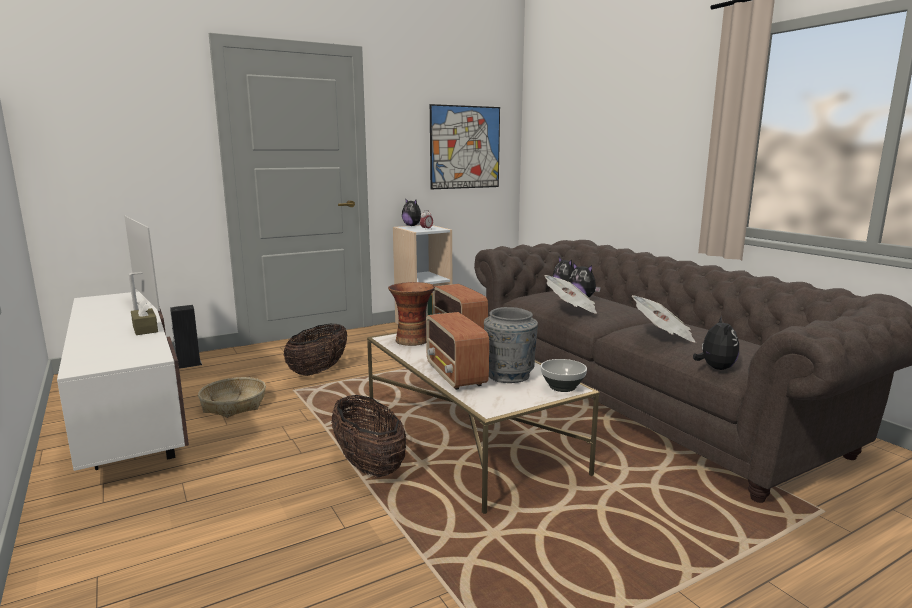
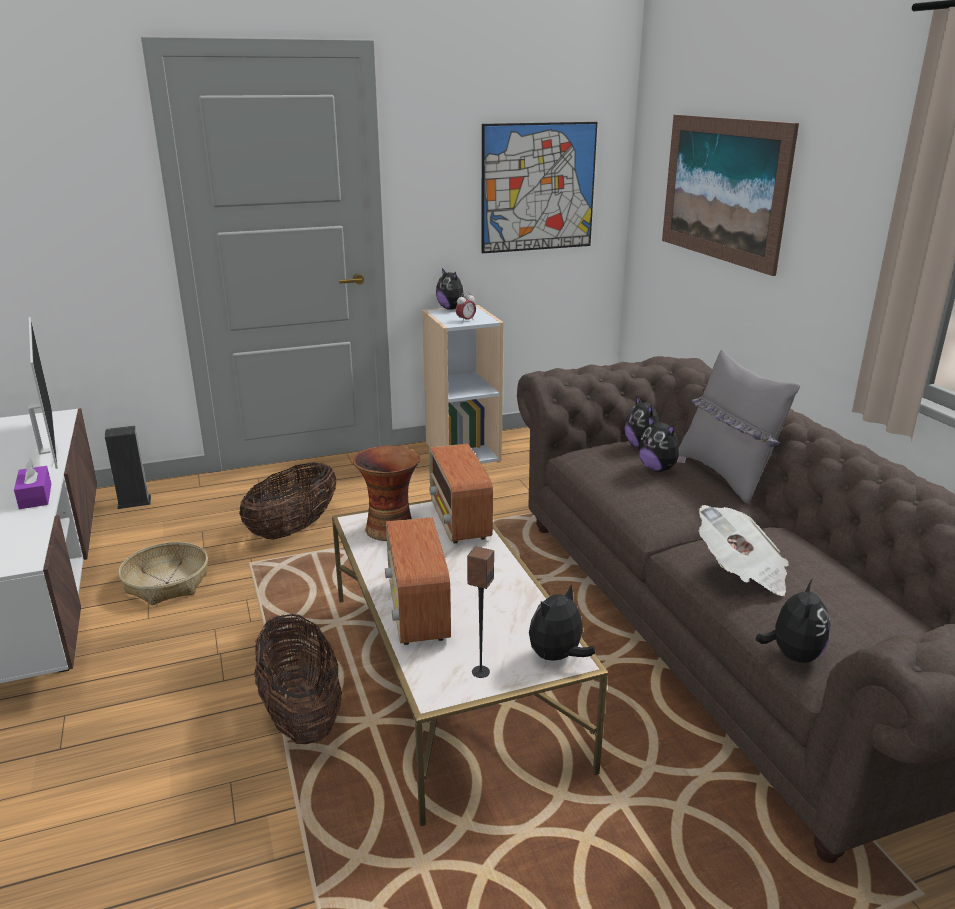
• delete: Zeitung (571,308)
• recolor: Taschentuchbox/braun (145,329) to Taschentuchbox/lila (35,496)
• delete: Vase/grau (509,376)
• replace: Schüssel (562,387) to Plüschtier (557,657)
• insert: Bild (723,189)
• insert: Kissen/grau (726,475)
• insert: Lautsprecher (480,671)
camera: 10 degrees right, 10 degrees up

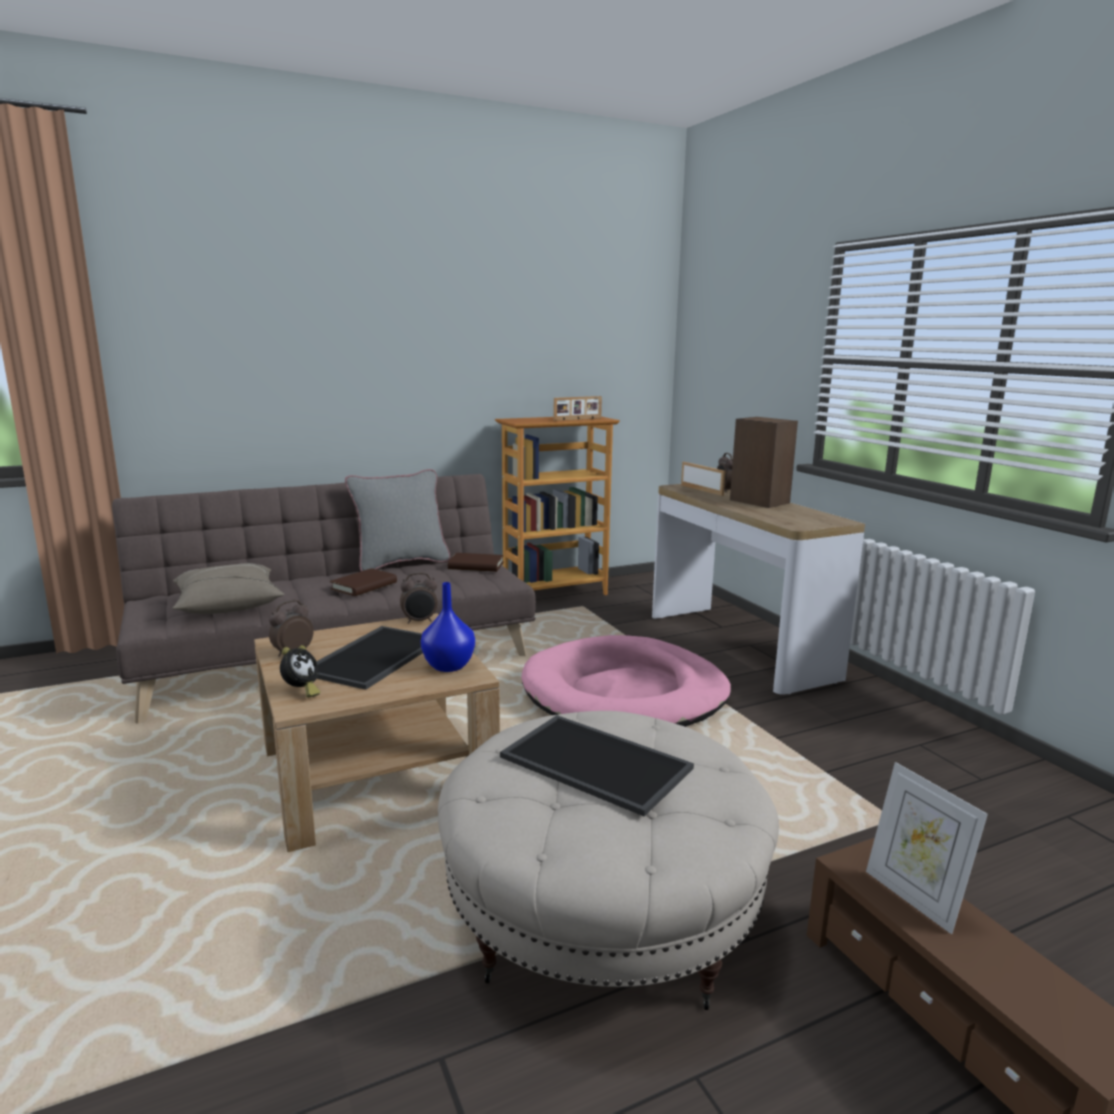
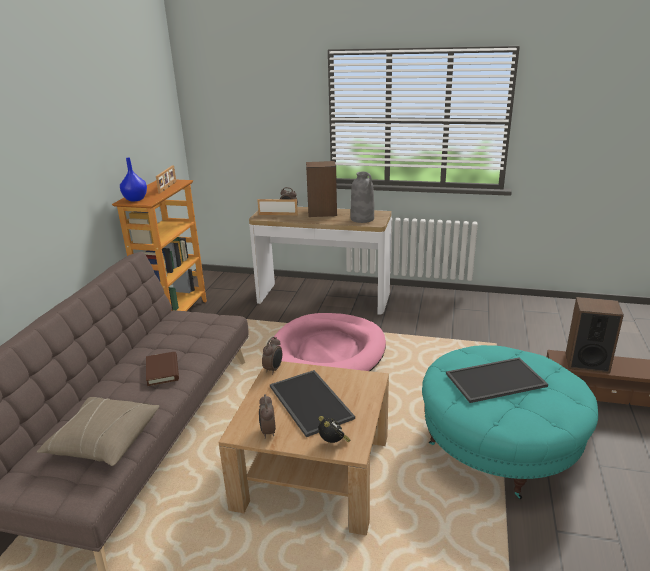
• delete: Kissen/grau (401,563)
• delete: Buch/braun (476,566)
• move: Vase/blau (450,666) to (136,199)
• recolor: Polsterhocker/beige (602,914) to Polsterhocker/türkis (499,445)
• replace: Bilderrahmen (913,898) to Lautsprecher (586,362)
• insert: Vase/grau (362,219)
camera: 50 degrees left, 10 degrees up

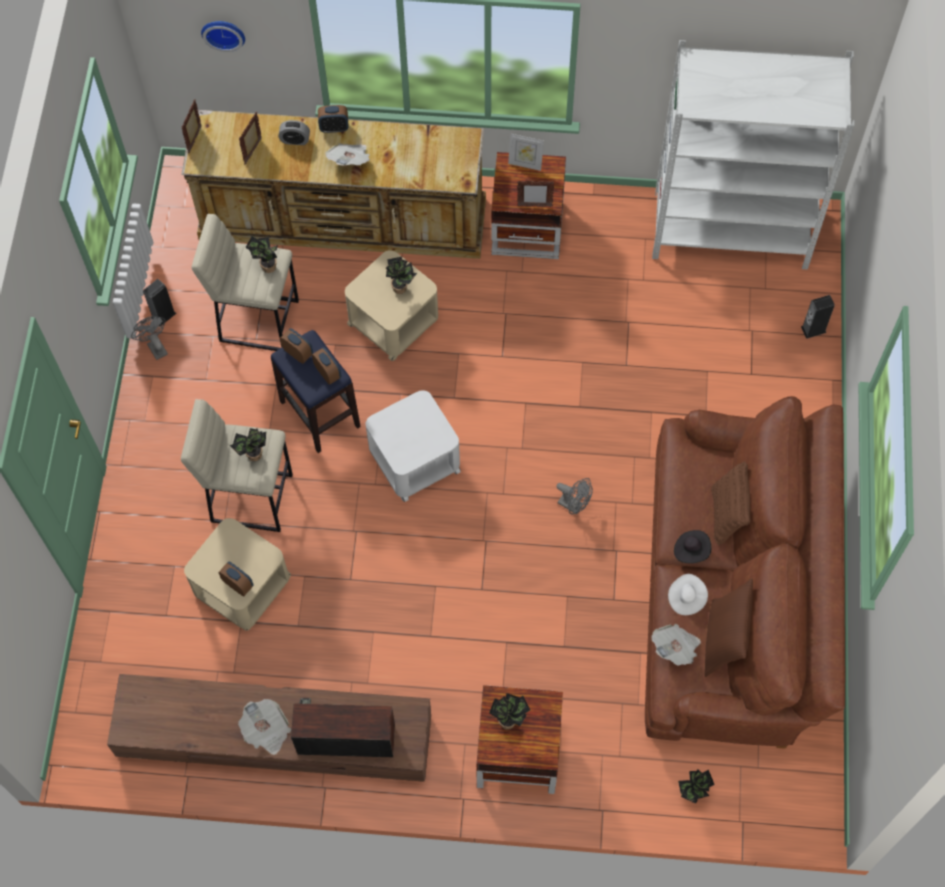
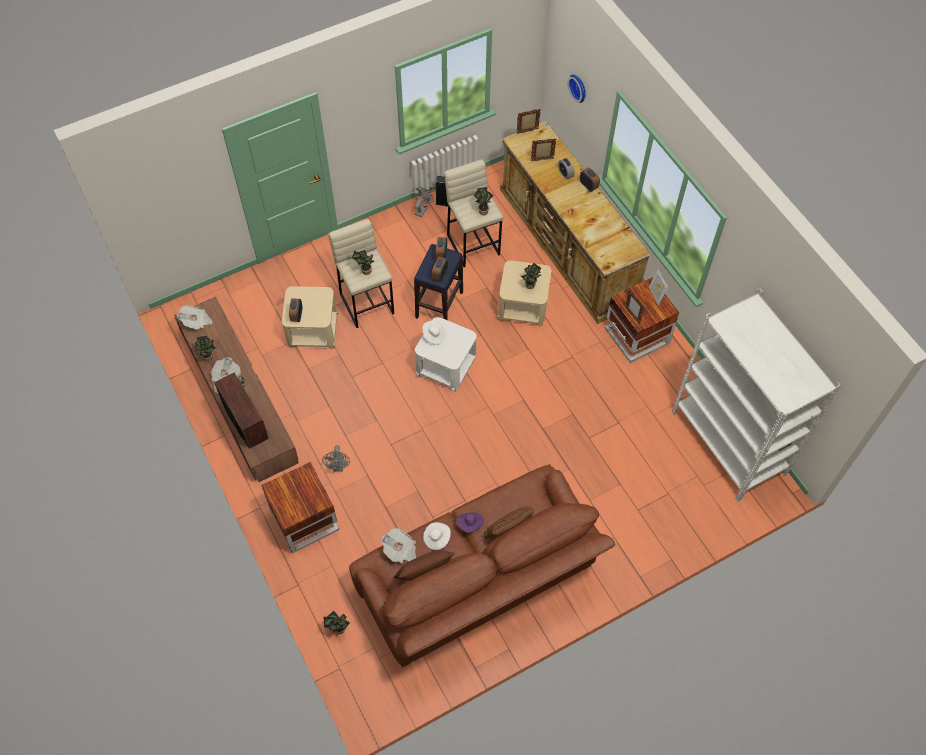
• move: Zeitung (350,161) to (196,322)
• delete: Lautsprecher (813,329)
• move: Ventilator/grau (574,505) to (338,467)
• recolor: Hut/schwarz (691,550) to Hut/lila (470,524)
• move: Topfpflanze (509,720) to (209,358)
• insert: Hut/weiß (434,336)
camera: 55 degrees right, 5 degrees down

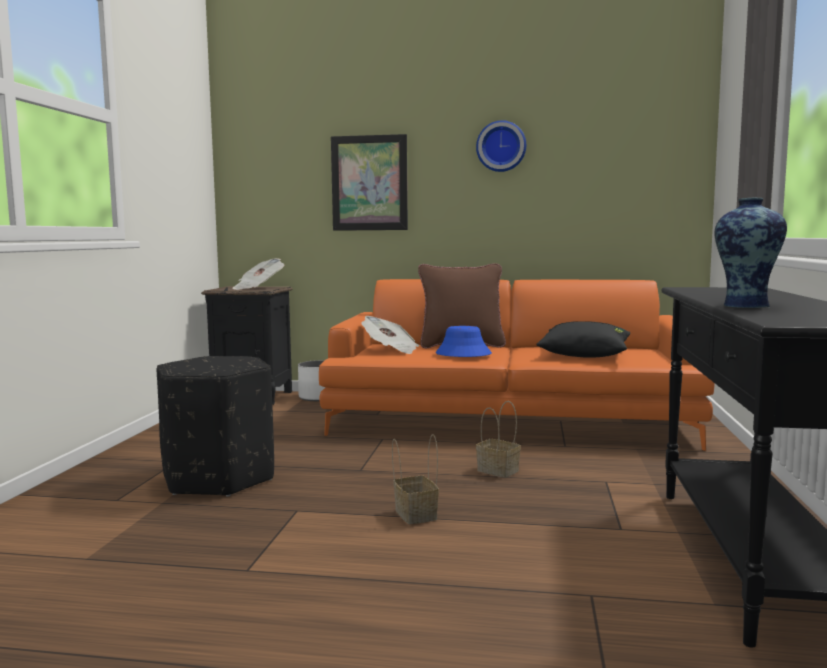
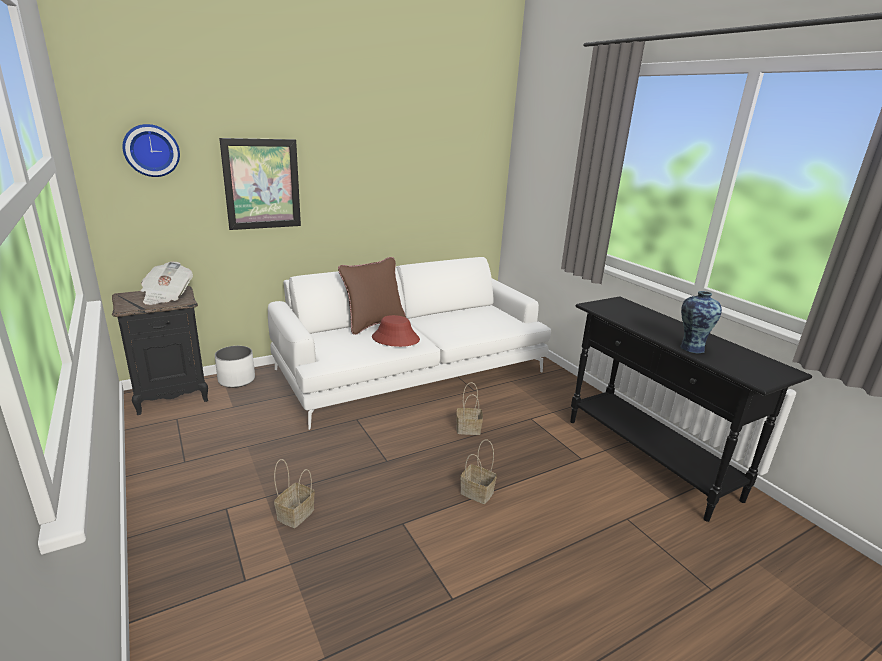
• move: Wanduhr (501,146) to (151,150)
• recolor: Sofa/orange (509,418) to Sofa/weiß (410,369)
• delete: Zeitung (391,350)
• delete: Kissen/schwarz (584,355)
• recolor: Hut/blau (463,354) to Hut/rot (395,339)
• replace: Polsterhocker/schwarz (219,478) to Korb (296,513)
camera: 40 degrees left, 15 degrees up

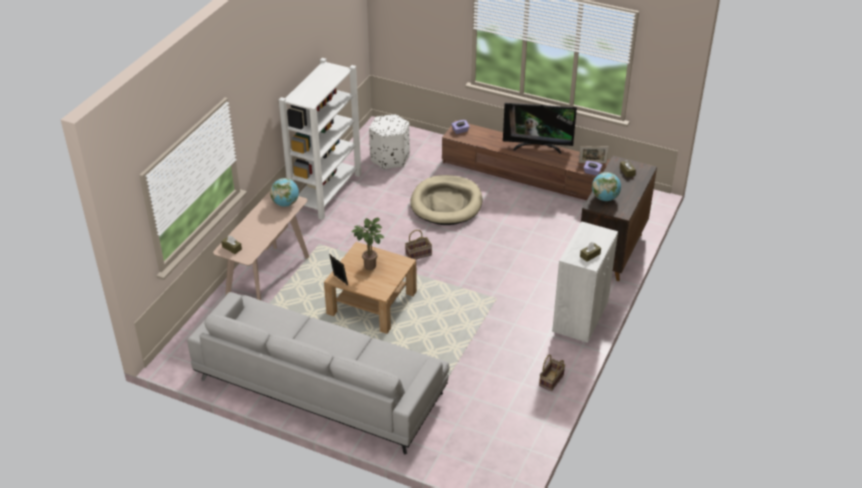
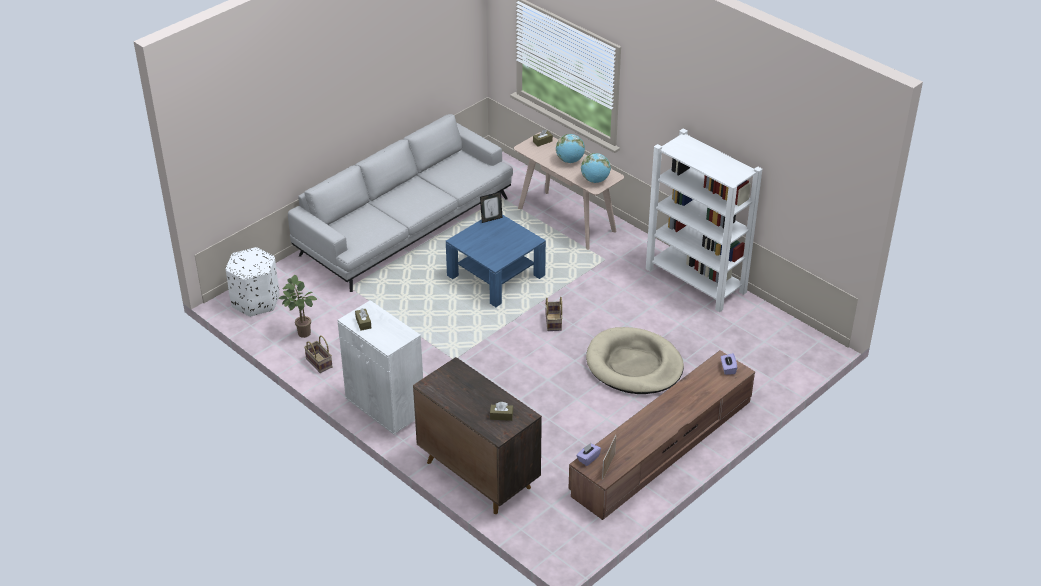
• delete: Fernseher (537,147)
• move: Polsterhocker/weiß (389,158) to (256,301)
• move: Globus (605,198) to (570,160)
• move: Topfpflanze (370,267) to (302,333)
• recolor: Couchtisch/braun (372,303) to Couchtisch/blau (496,275)
camera: 110 degrees right, 0 degrees up

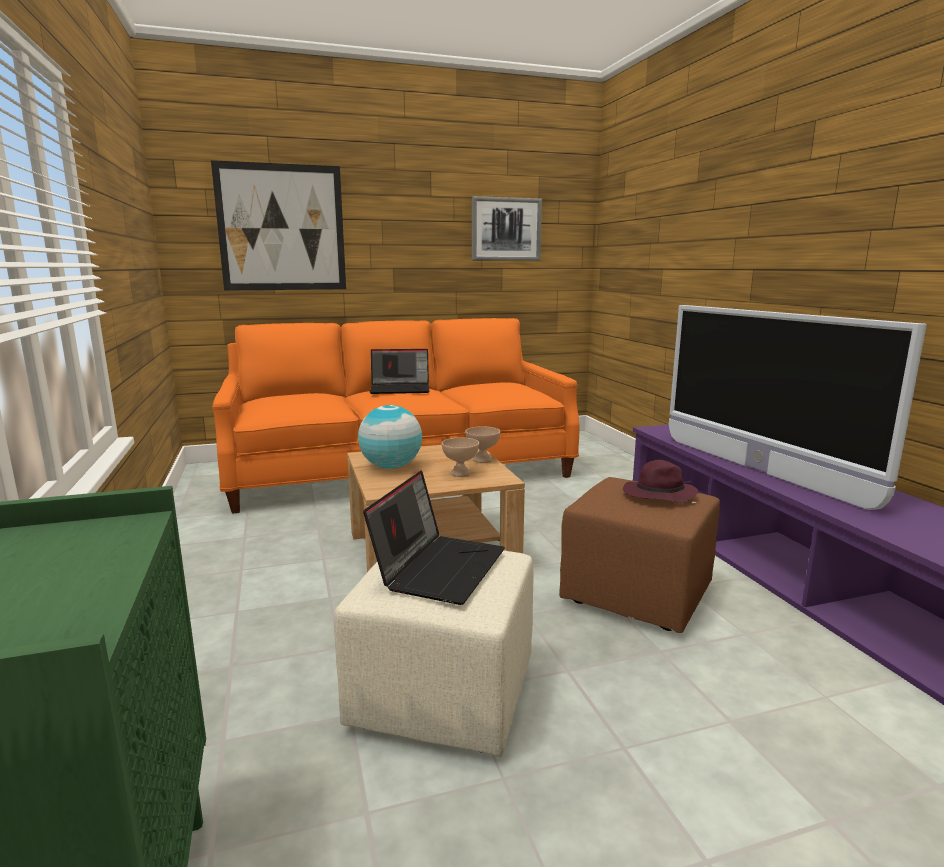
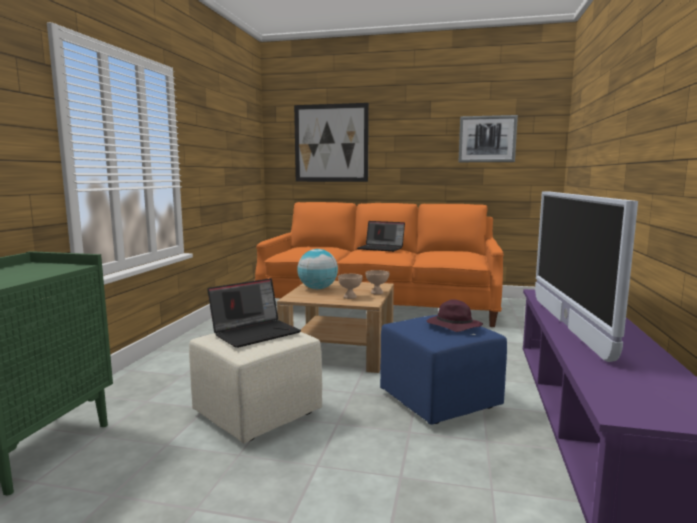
• recolor: Polsterhocker/braun (638,595) to Polsterhocker/blau (440,401)
camera: 30 degrees right, 5 degrees down

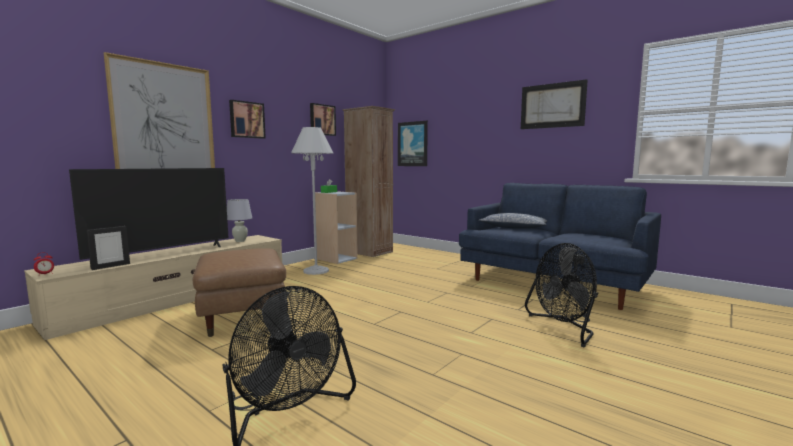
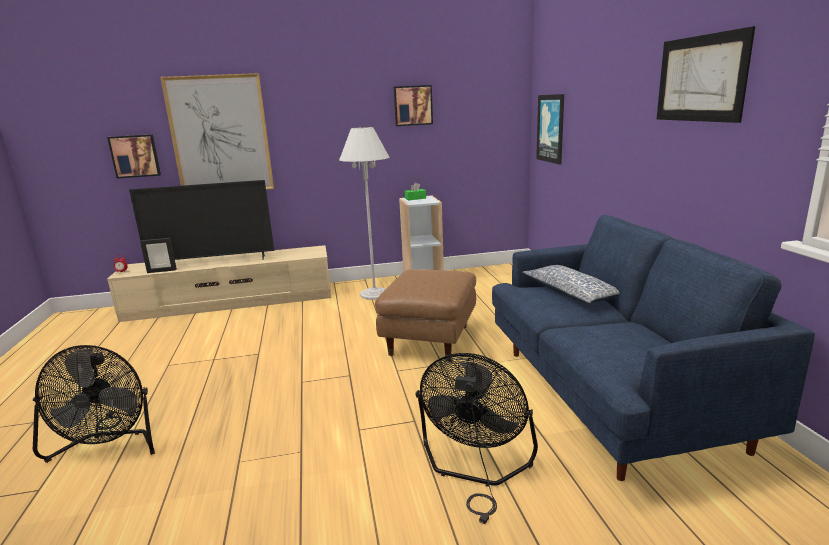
• move: Bild (246,120) to (135,156)
• delete: Schrank/braun (370,252)
• delete: Tischlampe/weiß (240,241)
• rotate: Ventilator/schwarz (565,326) = (474,470) 90 degrees clockwise
• move: Polsterhocker/braun (242,316) to (430,340)
camera: 40 degrees right, 10 degrees up

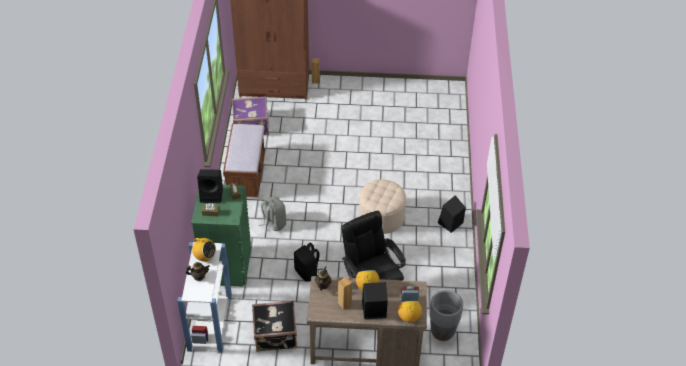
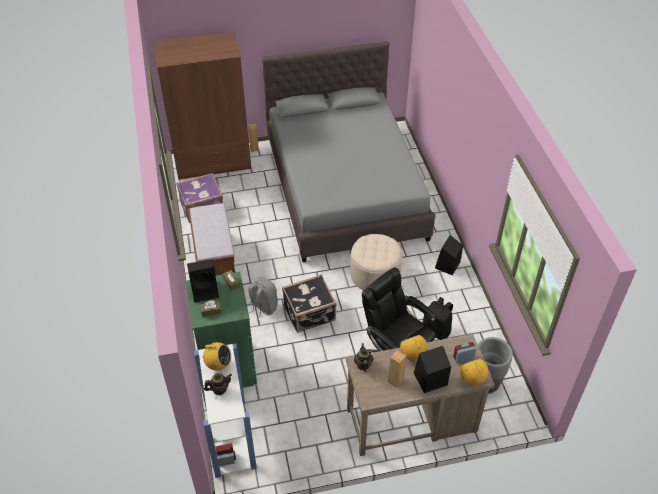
• move: Rucksack/schwarz (307,272) to (437,330)
• move: Koffer/schwarz (275,336) to (310,314)
• insert: Bett/grau (345,188)
camera: 15 degrees left, 0 degrees up

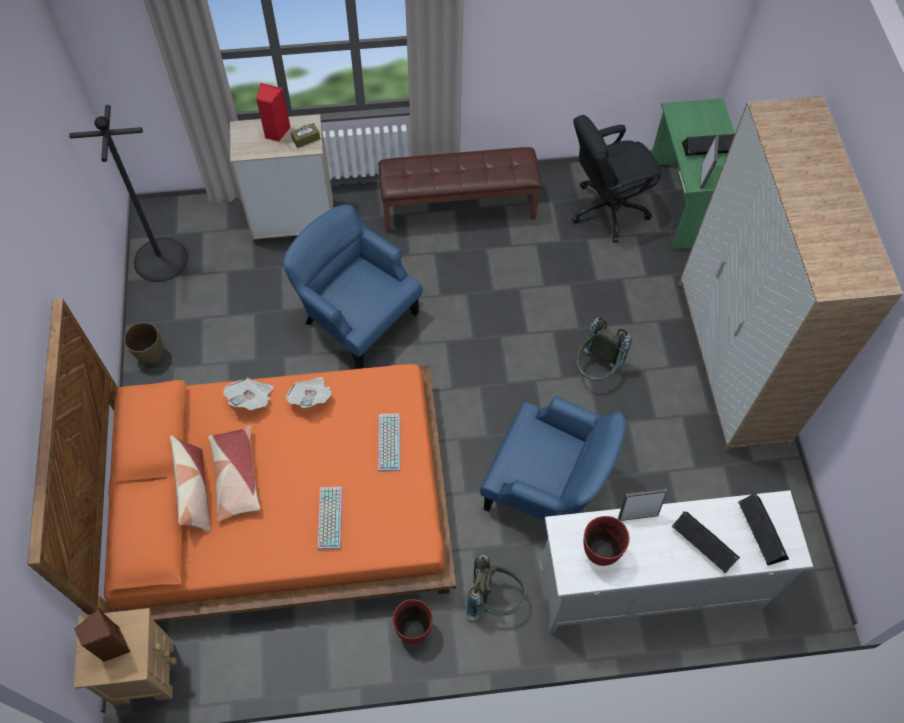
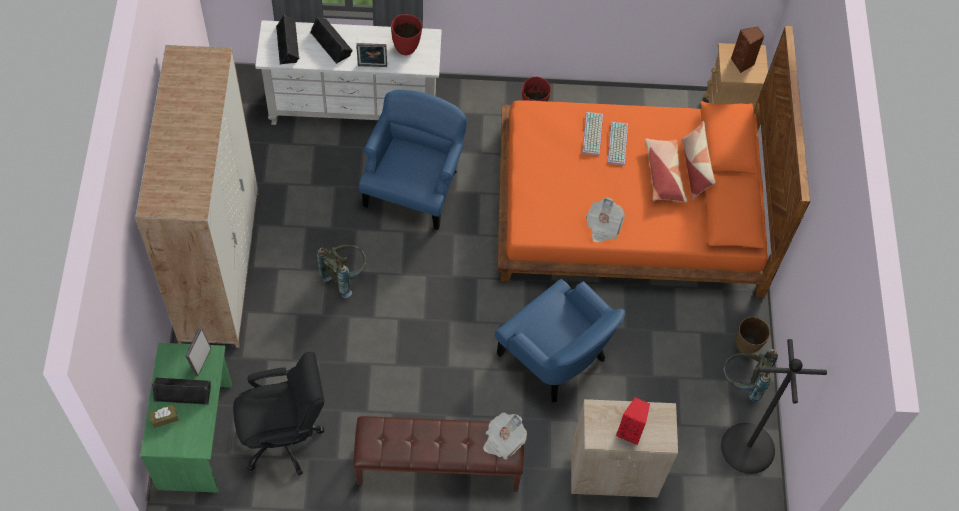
• move: Taschentuchbox/braun (306,139) to (164,418)
• move: Zeitung (252,399) to (503,440)
• rotate: Sessel/blau (546,487) = (414,187) 75 degrees clockwise
• move: Tastatur (388,441) to (618,144)
• move: Rucksack/grau (494,599) to (743,382)
camera: 175 degrees left, 0 degrees up

